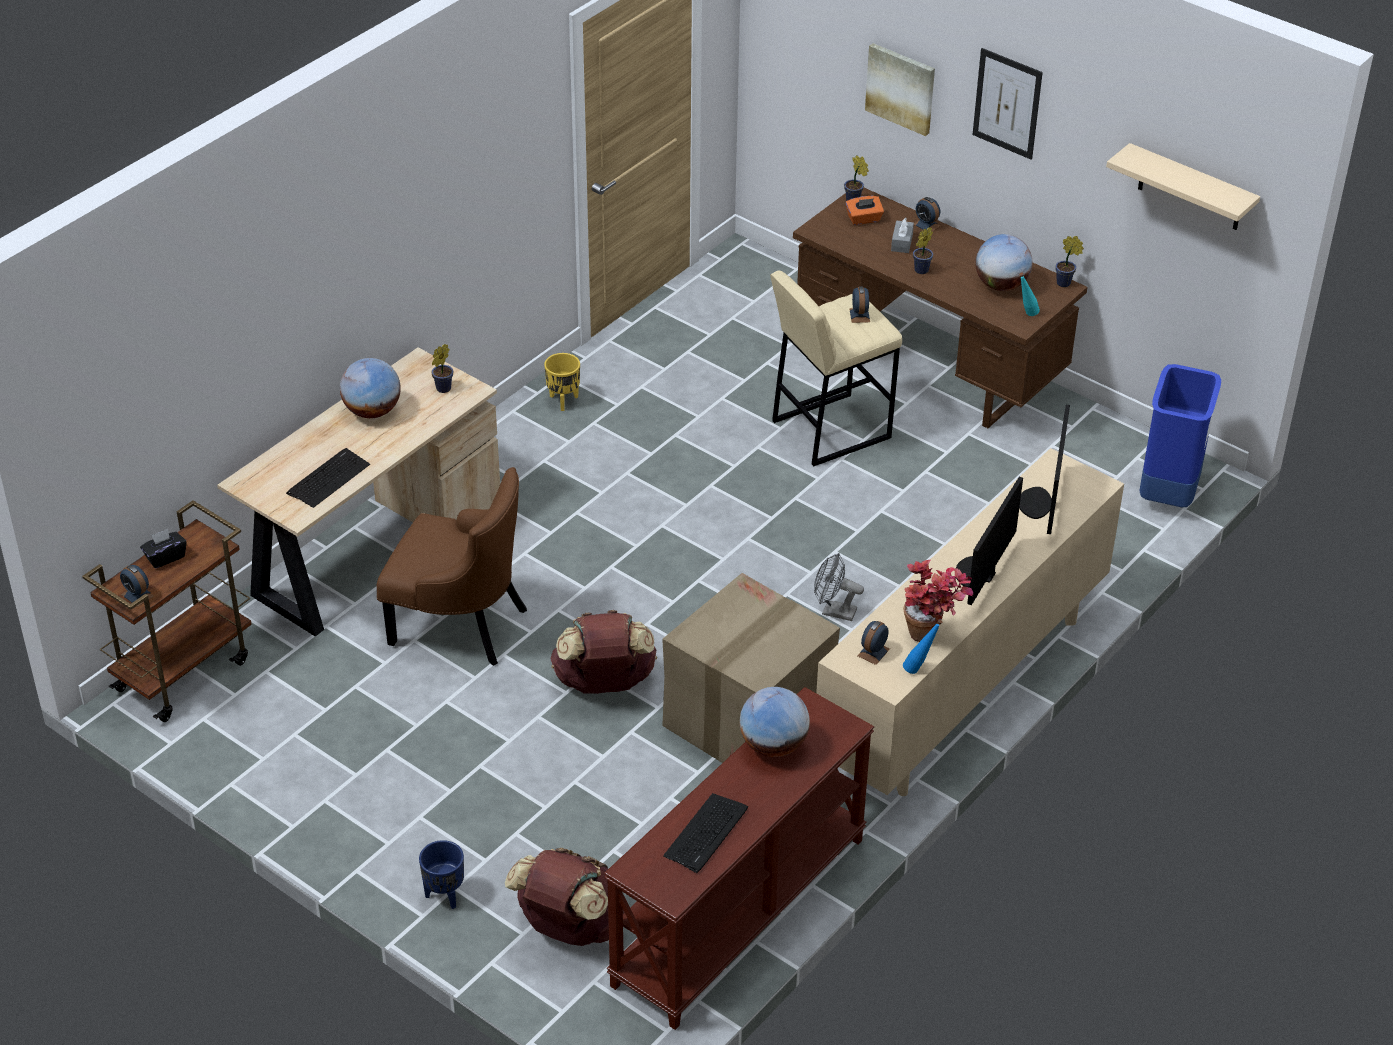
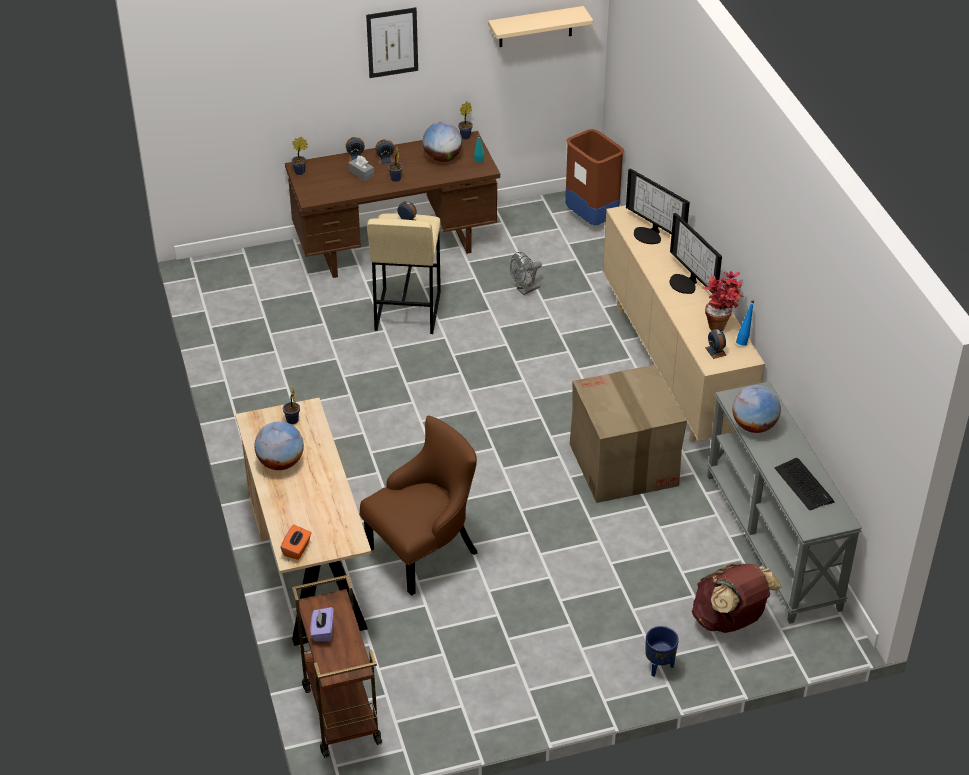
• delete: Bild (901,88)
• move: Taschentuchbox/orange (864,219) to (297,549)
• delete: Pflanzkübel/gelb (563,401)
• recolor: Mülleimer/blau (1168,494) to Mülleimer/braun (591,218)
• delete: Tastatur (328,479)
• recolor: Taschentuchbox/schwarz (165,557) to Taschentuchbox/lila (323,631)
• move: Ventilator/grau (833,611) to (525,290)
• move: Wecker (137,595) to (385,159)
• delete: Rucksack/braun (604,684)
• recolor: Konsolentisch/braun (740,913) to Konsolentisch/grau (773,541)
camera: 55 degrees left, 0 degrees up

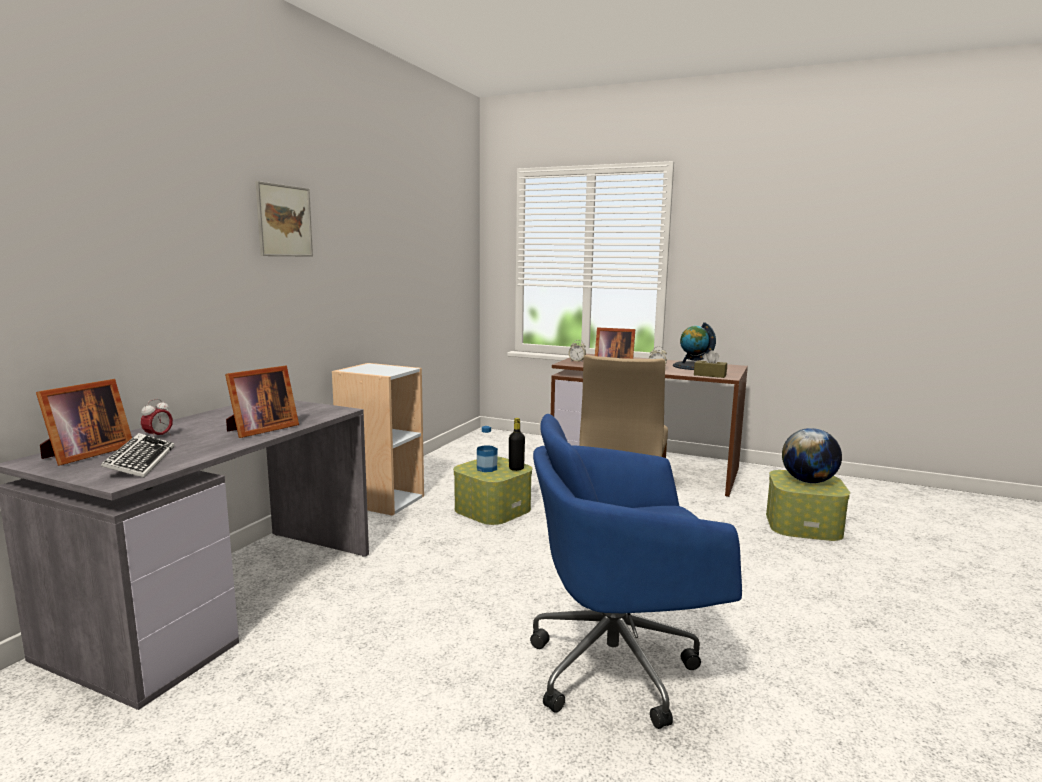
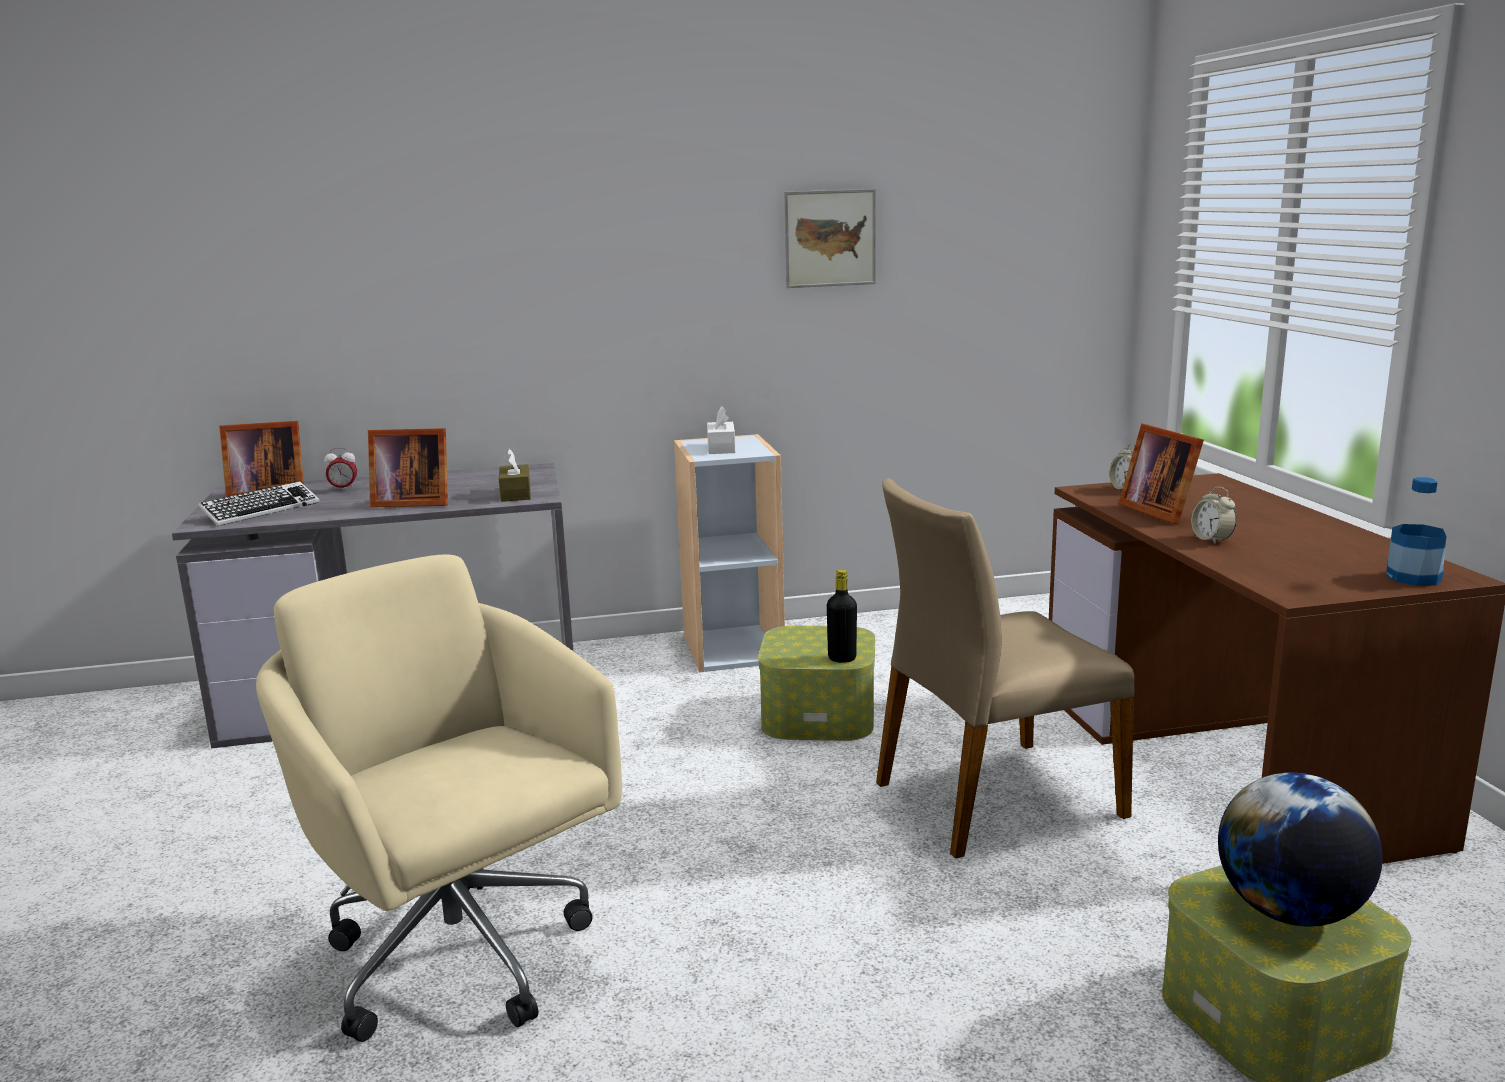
• move: Bild (284,221) to (830,238)
• delete: Globus (693,366)
• move: Taschentuchbox/braun (710,375) to (515,494)
• recolor: Bürostuhl/blau (620,670) to Bürostuhl/beige (466,965)
• move: Flasche (486,468) to (1413,578)
• insert: Taschentuchbox/weiß (721,448)
camera: 55 degrees right, 5 degrees up

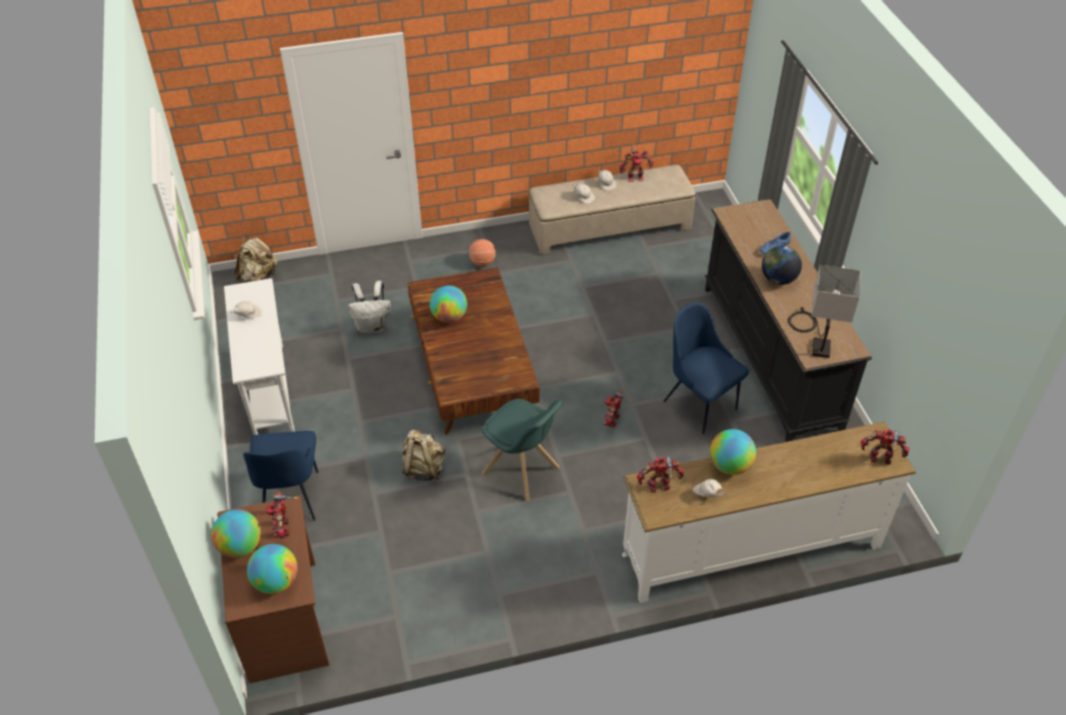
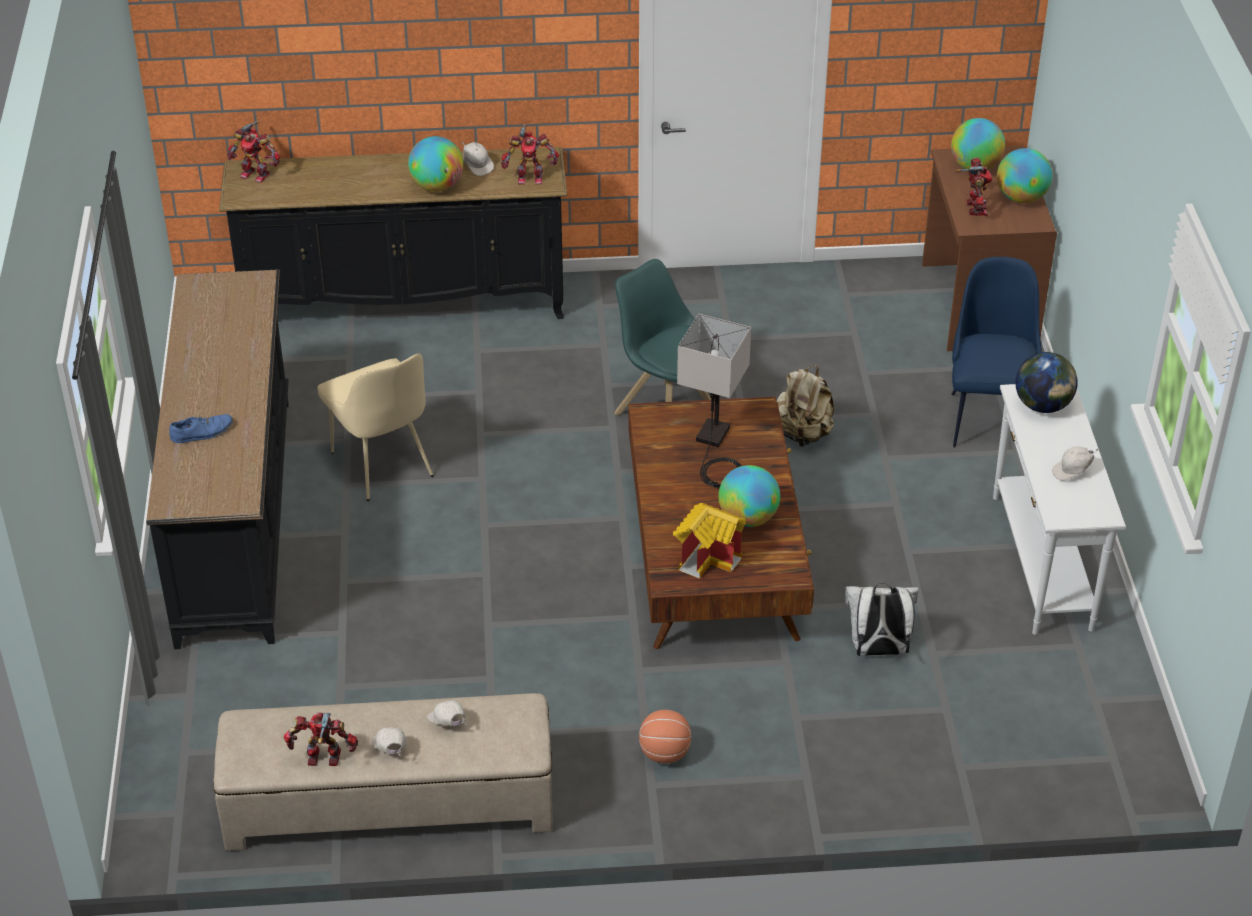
• delete: Rucksack/beige (258,277)
• move: Globus (778,279) to (1043,405)
• move: Tischlampe (814,337) to (715,451)
• recolor: Stuhl/blau (699,405) to Stuhl/beige (383,464)
• delete: Spielzeugroboter (613,420)
• recolor: Kommode/weiß (750,549) to Kommode/schwarz (405,305)
• insert: Spielzeughaus (709,558)
camera: 170 degrees left, 5 degrees down

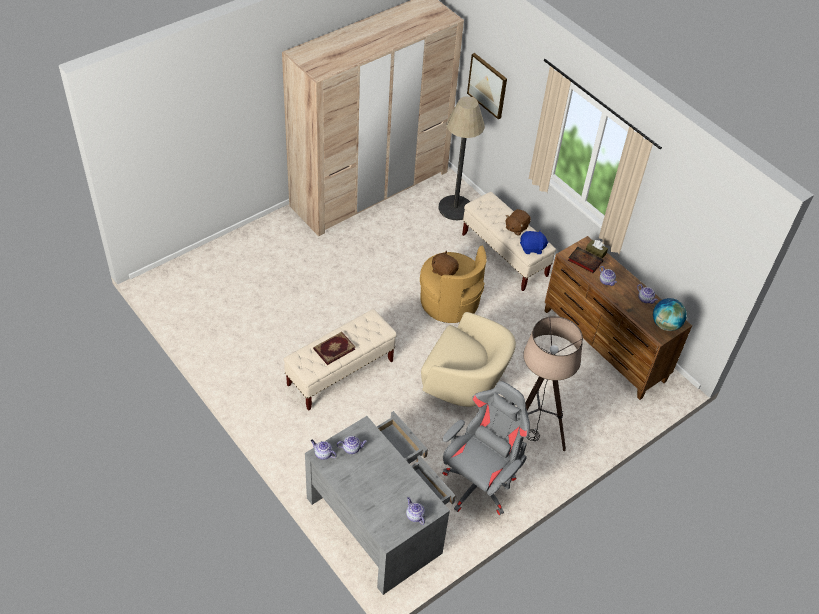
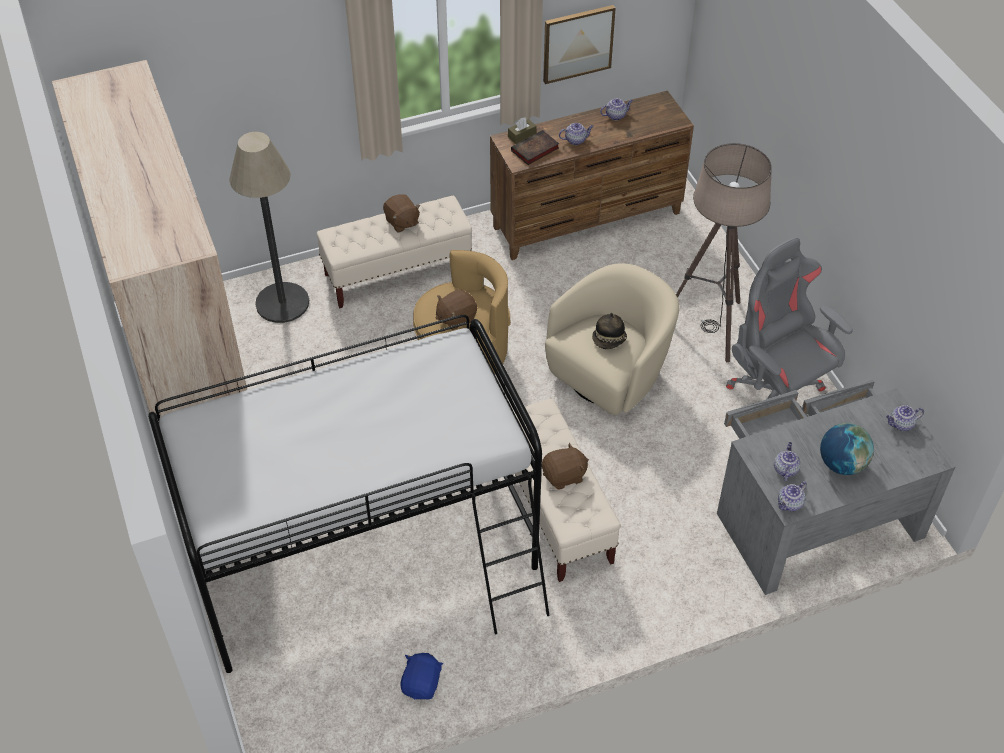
• move: Bild (487,85) to (577,43)
• move: Plüschtier/blau (532,248) to (422,684)
• move: Globus (665,324) to (841,464)
• replace: Buch (334,348) to Plüschtier/braun (564,476)
• insert: Hut (609,340)
• insert: Bett/schwarz (365,551)
camera: 70 degrees left, 0 degrees up

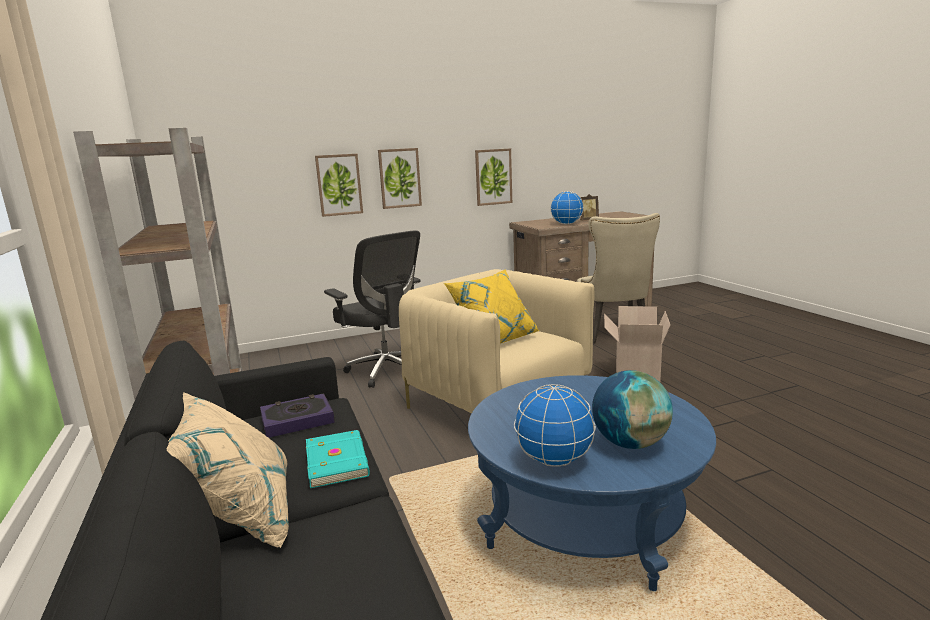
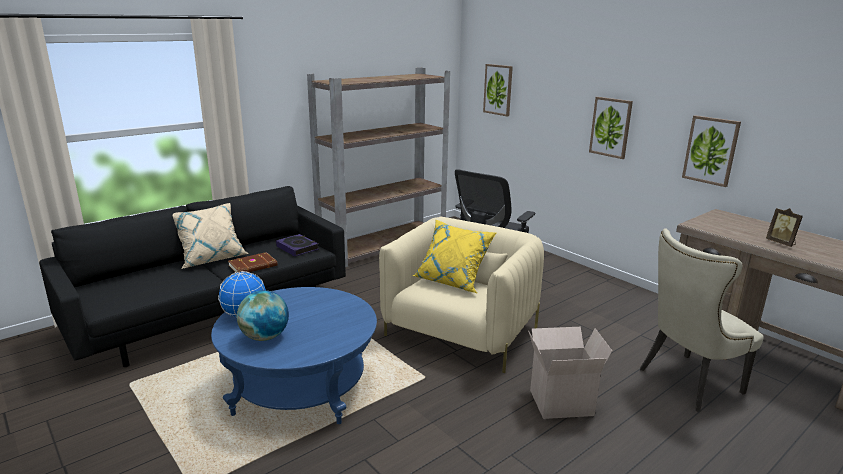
• move: Bild (339,185) to (498,89)
• delete: Globus (567,224)
• recolor: Buch/türkis (338,461) to Buch/braun (253,266)
camera: 70 degrees right, 5 degrees up

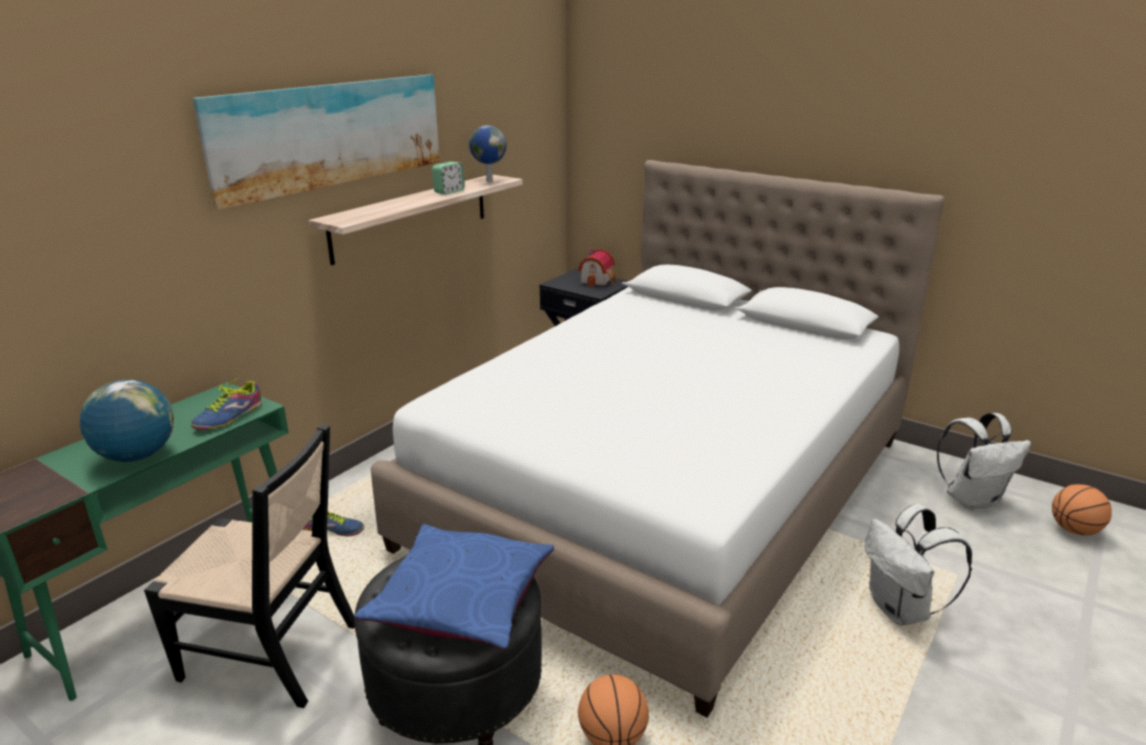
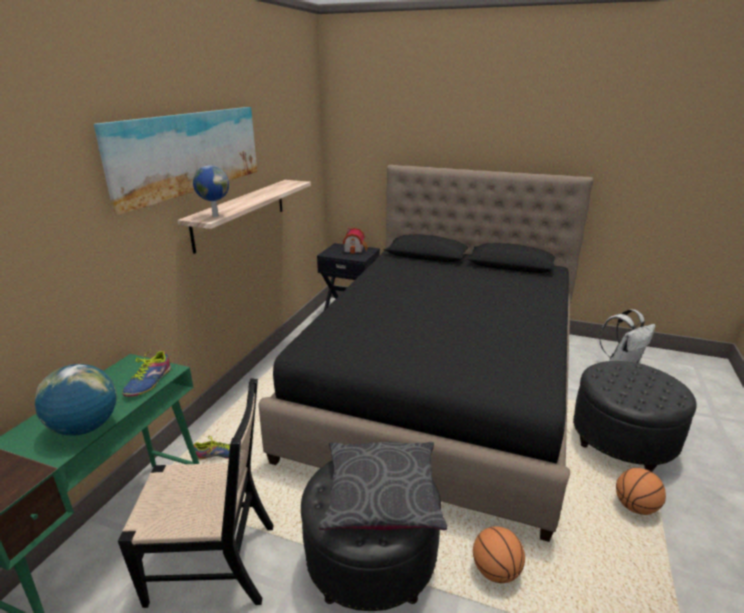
• move: Globus (489,181) to (215,216)
• recolor: Bett/weiß (667,491) to Bett/schwarz (443,387)
• delete: Wecker (449,191)
• move: Basketball (1074,530) to (635,507)
• replace: Rucksack/weiß (901,610) to Polsterhocker/schwarz (622,442)
• recolor: Kissen/blau (461,598) to Kissen/grau (381,495)
camera: 15 degrees left, 0 degrees up

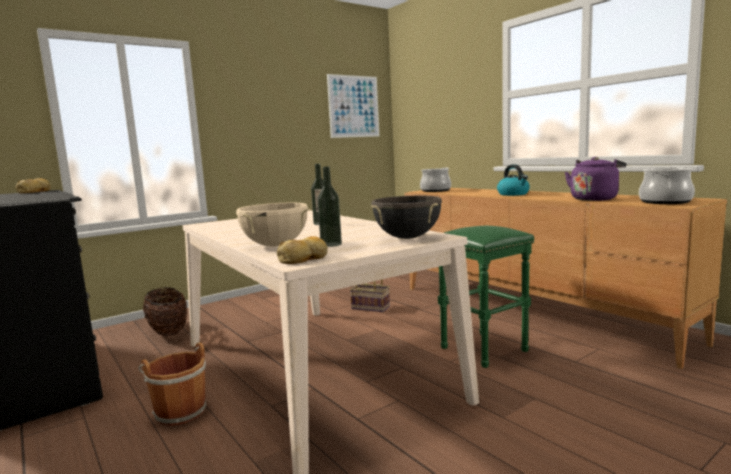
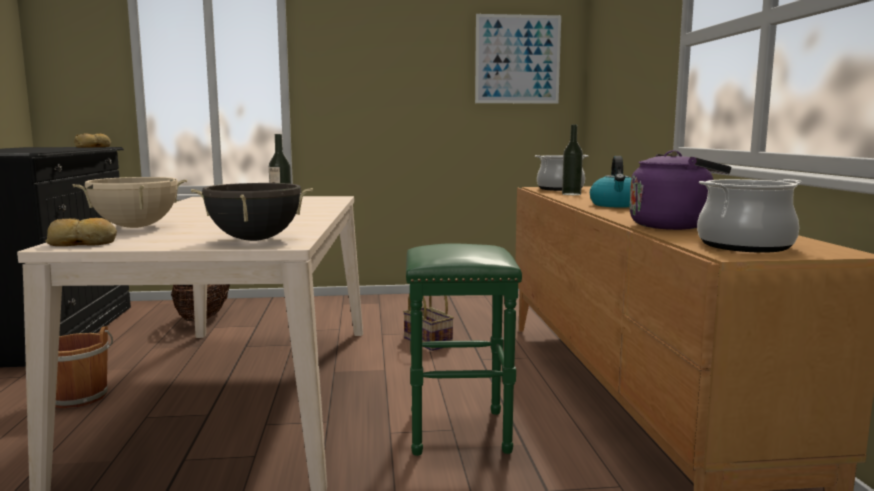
• move: Flasche (331,244) to (571,194)
camera: 30 degrees right, 0 degrees up

